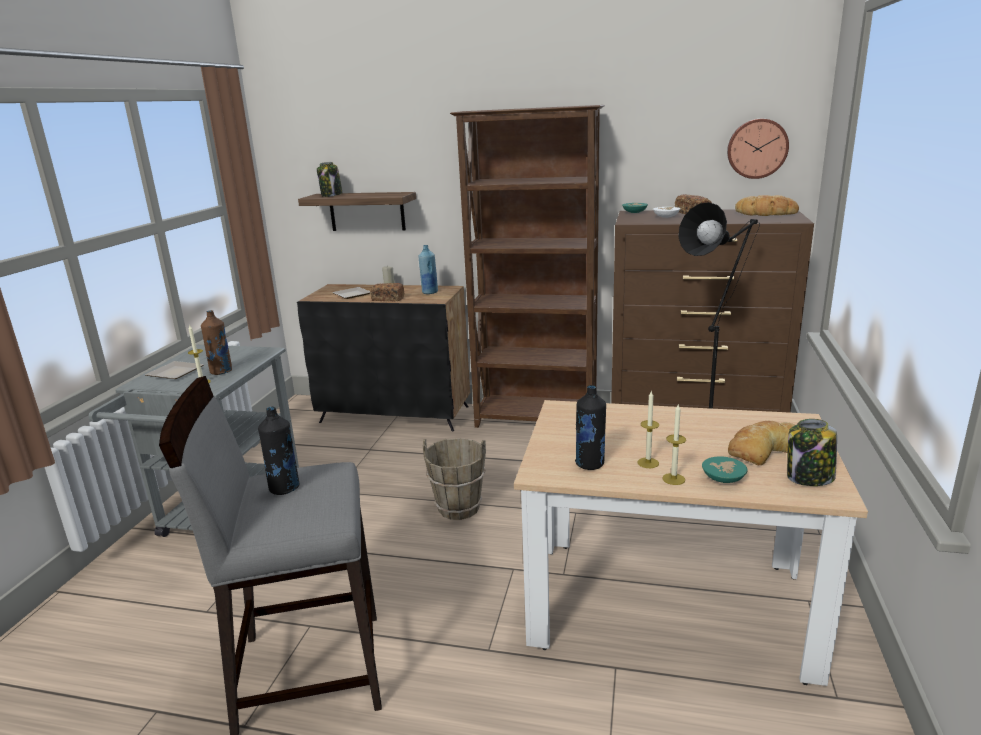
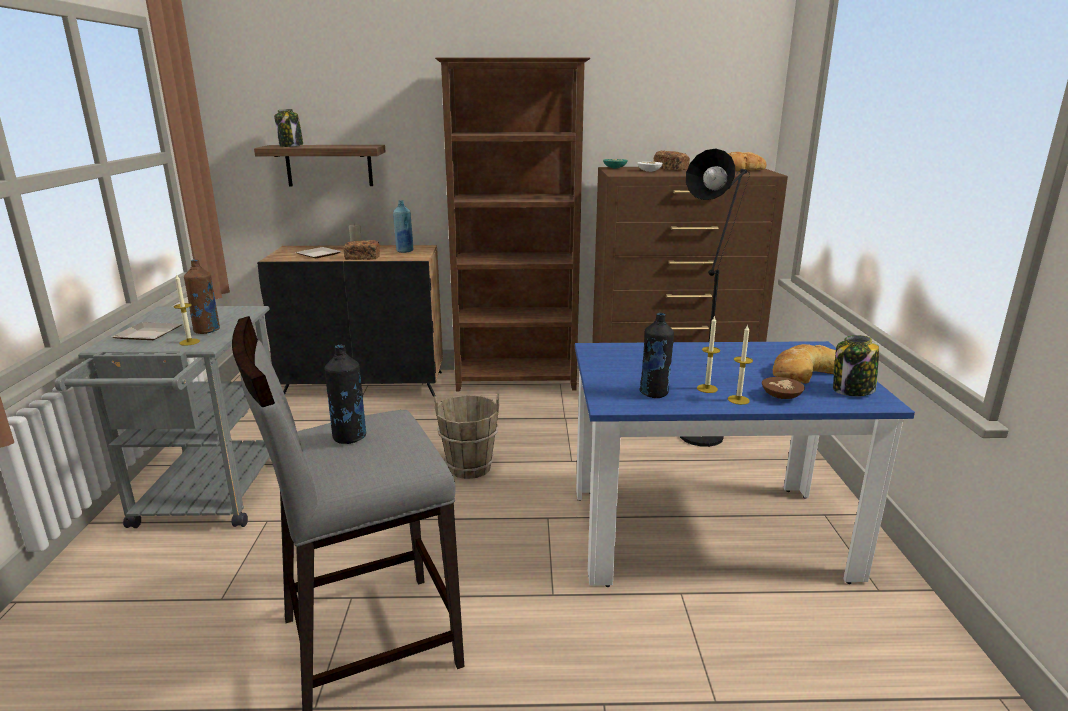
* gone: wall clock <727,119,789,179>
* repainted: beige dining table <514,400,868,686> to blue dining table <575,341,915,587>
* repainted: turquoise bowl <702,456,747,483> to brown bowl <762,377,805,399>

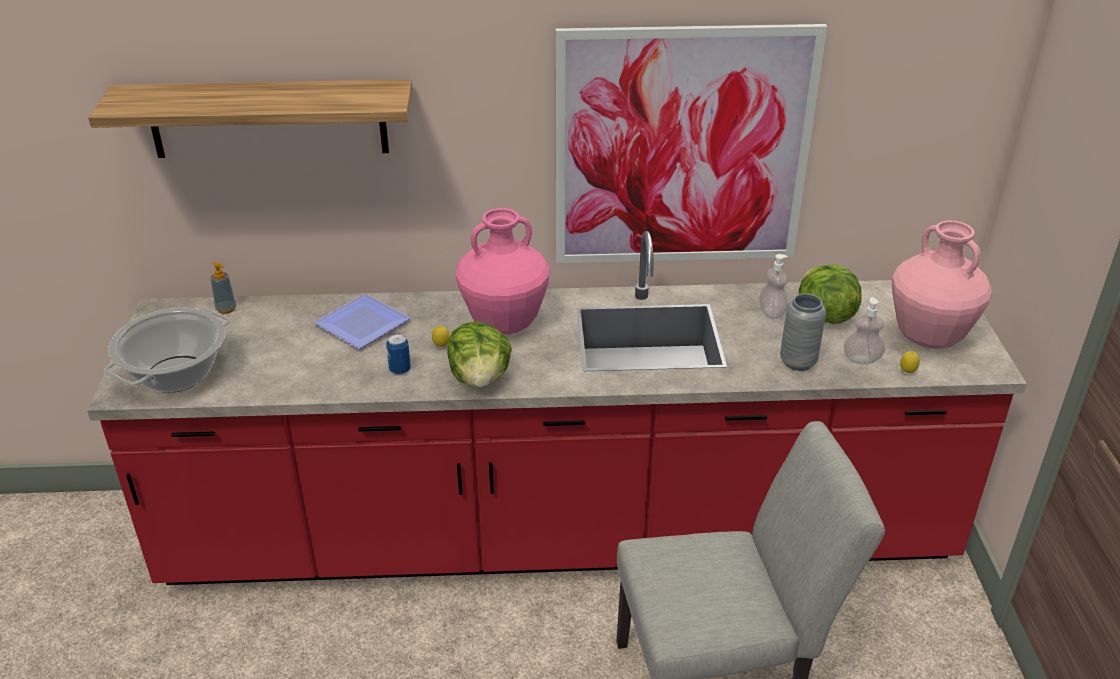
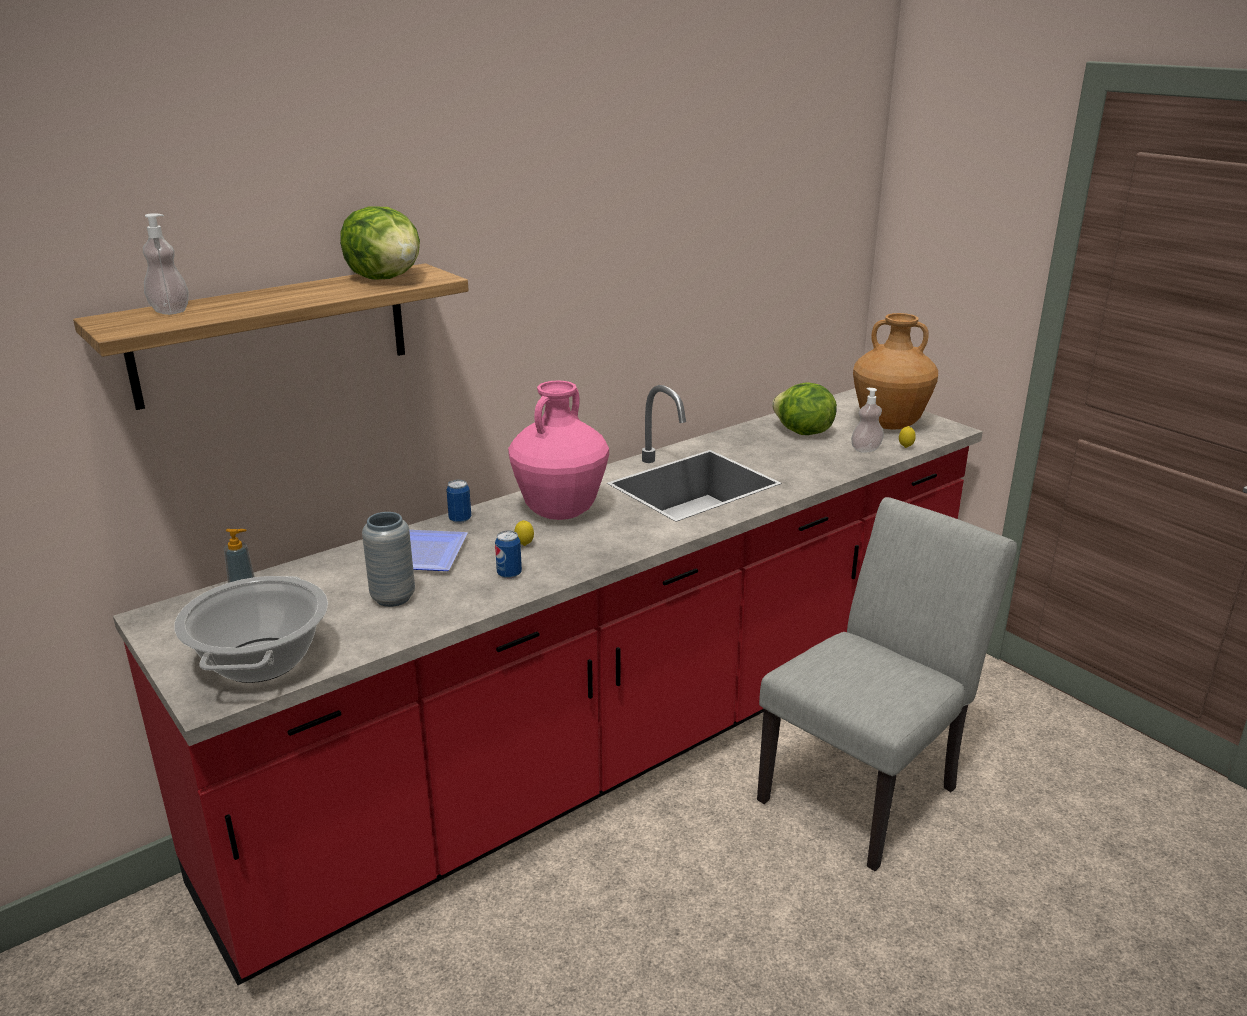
* gone: picture <555,24,828,263>
* repainted: pink vase <892,220,992,349> to brown vase <853,313,938,430>
* shifted: soap dispenser <759,254,788,319> to <143,213,189,315>
* shifted: grey vase <780,293,826,371> to <362,512,415,607>
* shifted: lettuce <447,321,512,387> to <340,207,420,280>
* new: can <446,480,471,523>

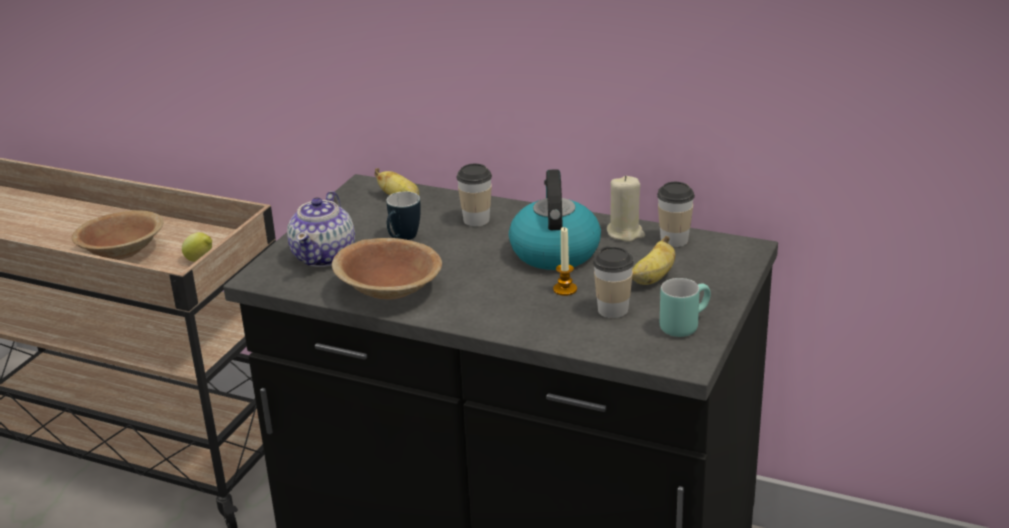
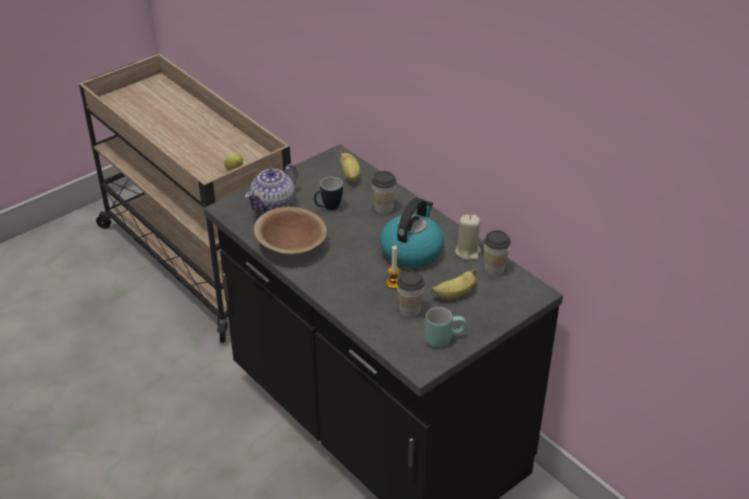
* gone: brown bowl <72,210,163,260>

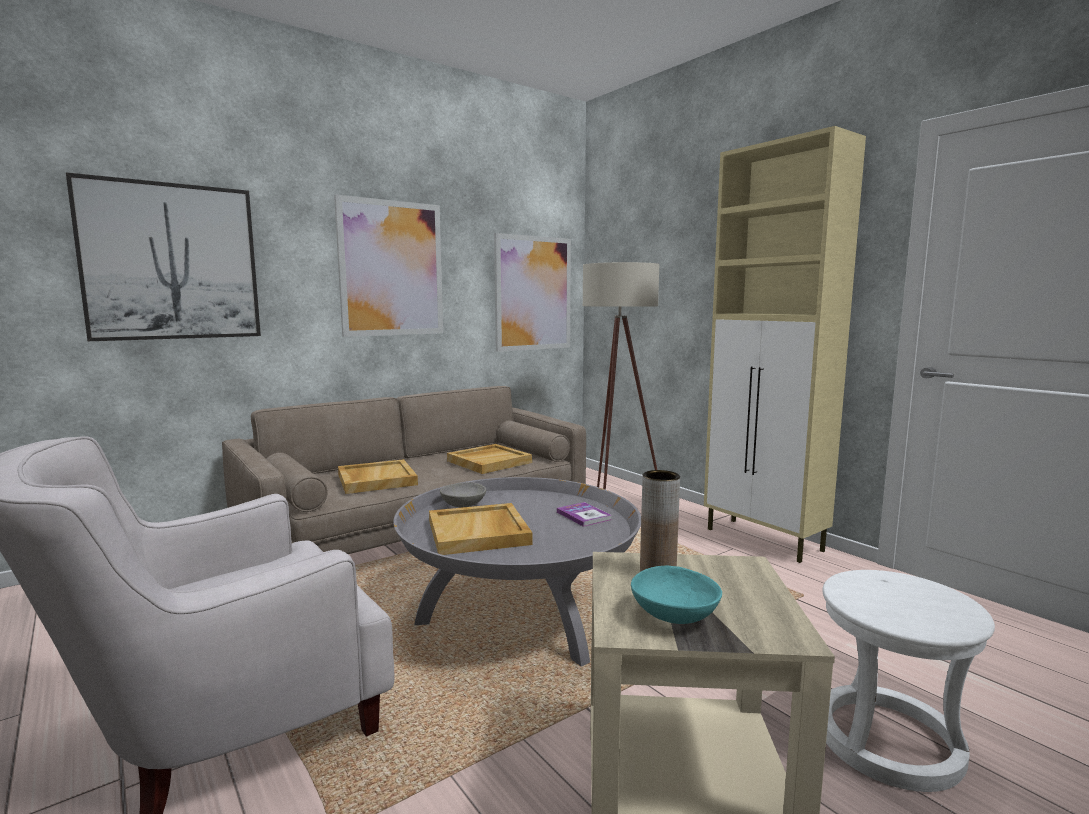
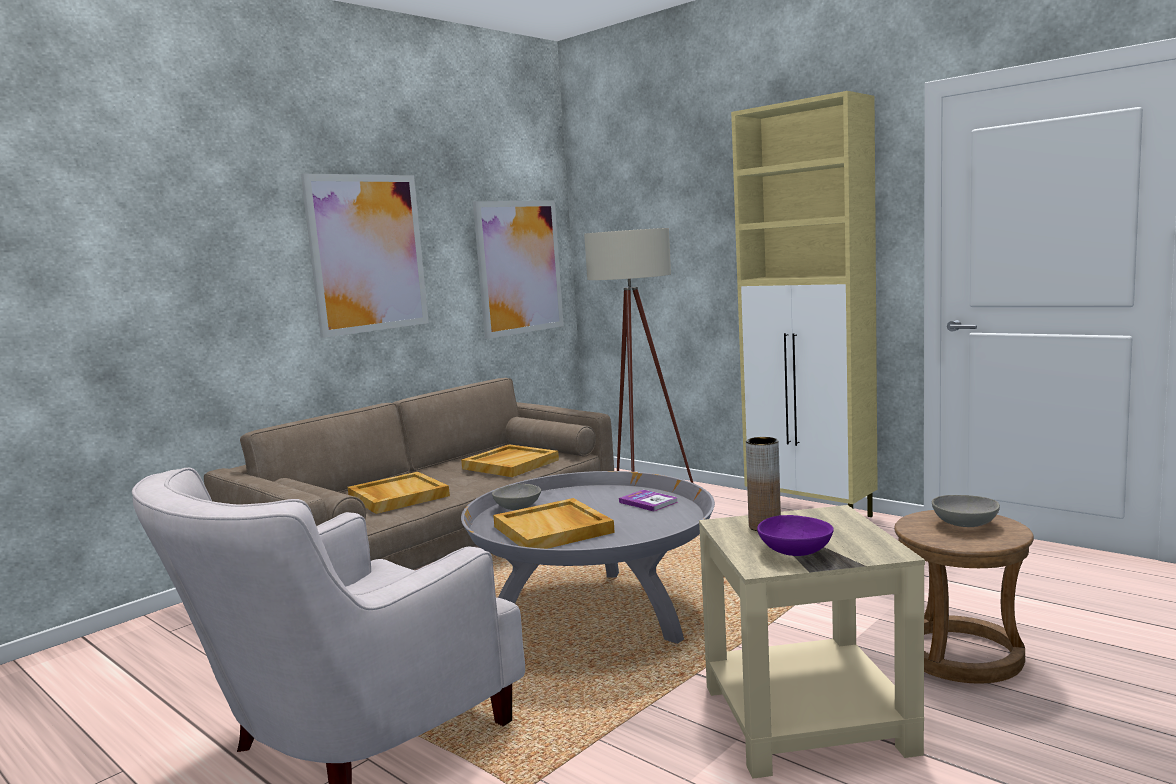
* gone: picture <66,172,261,341>
* repainted: turquoise bowl <631,565,722,624> to purple bowl <757,515,834,556>
* repainted: white stool <822,570,995,792> to brown stool <894,510,1034,683>
* new: grey bowl <932,495,1000,527>

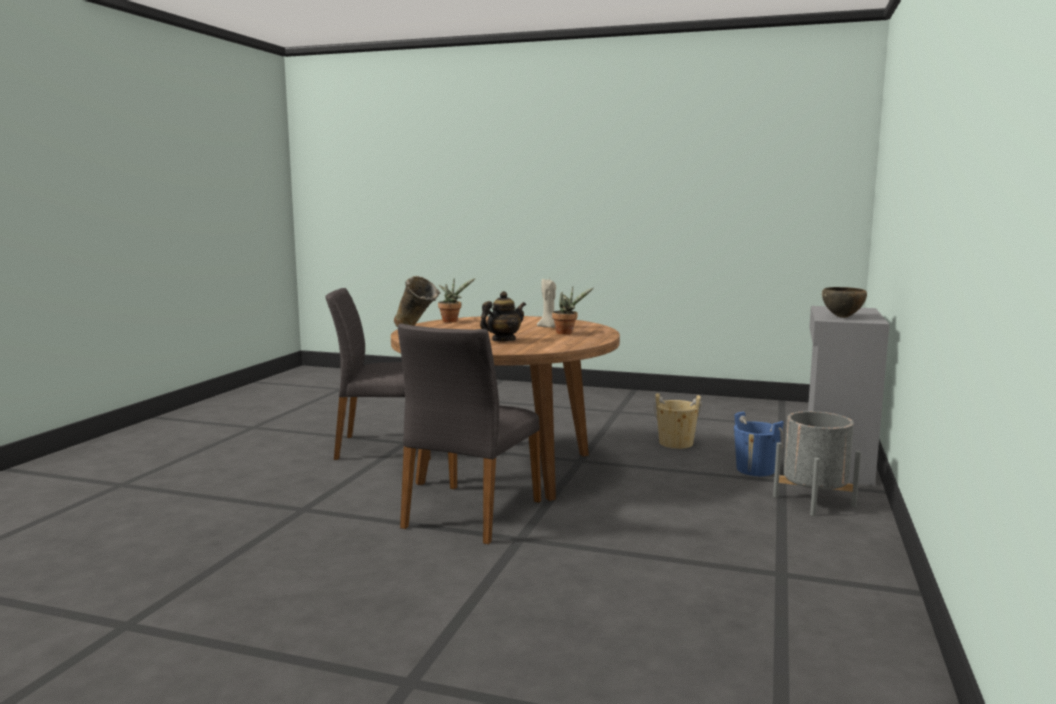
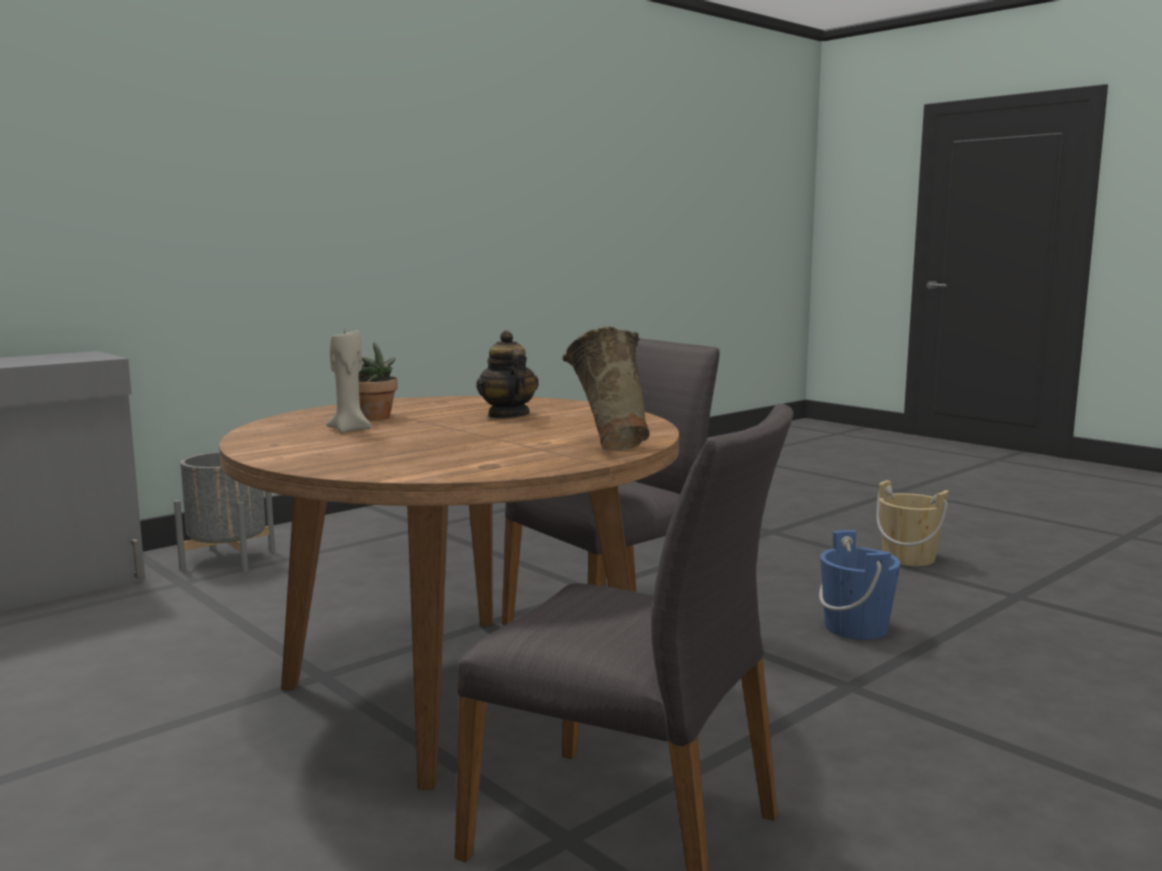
* gone: potted plant <438,278,476,323>
* gone: brown bowl <822,287,867,318>
* rotated: teapot <480,291,526,341> = <476,330,539,418> 75 degrees clockwise
* shifted: beige bucket <654,393,702,449> to <876,480,949,566>
* shifted: blue bucket <734,412,784,476> to <819,530,901,640>

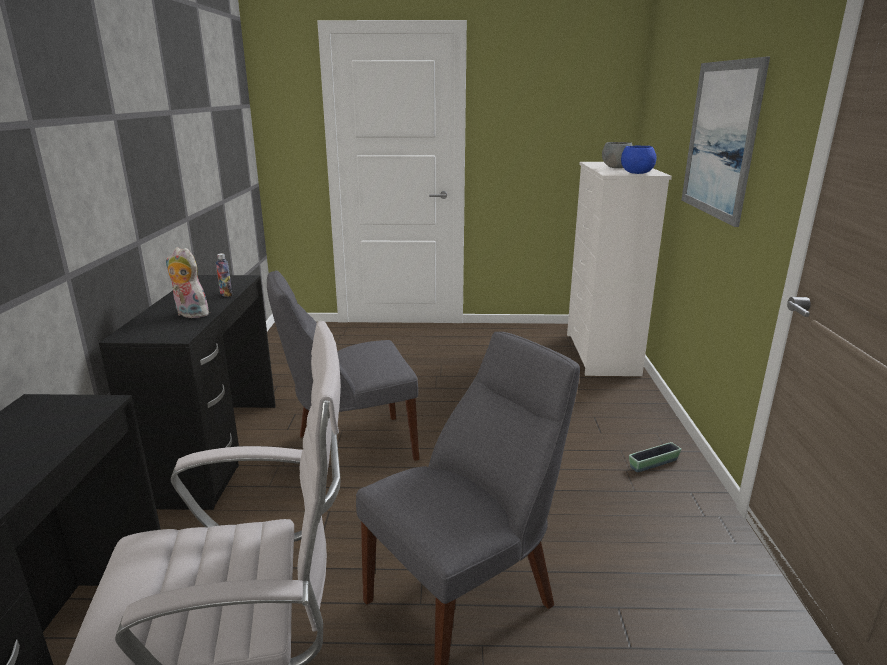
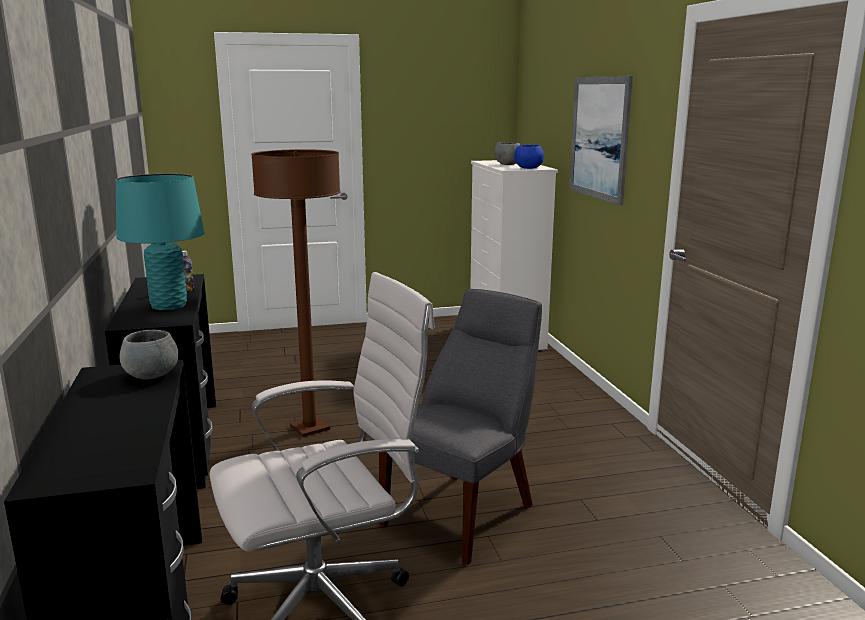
* swapped: plush toy <166,247,213,318> to turquoise table lamp <116,174,204,310>
* swapped: grey chair <267,270,419,461> to brown floor lamp <251,149,340,437>
* gone: planter <629,442,681,473>
* new: grey bowl <119,330,178,380>

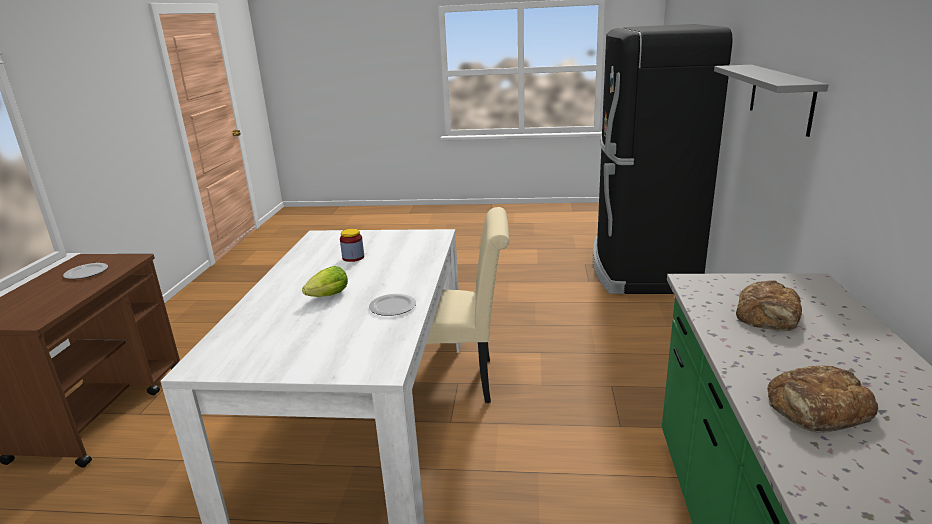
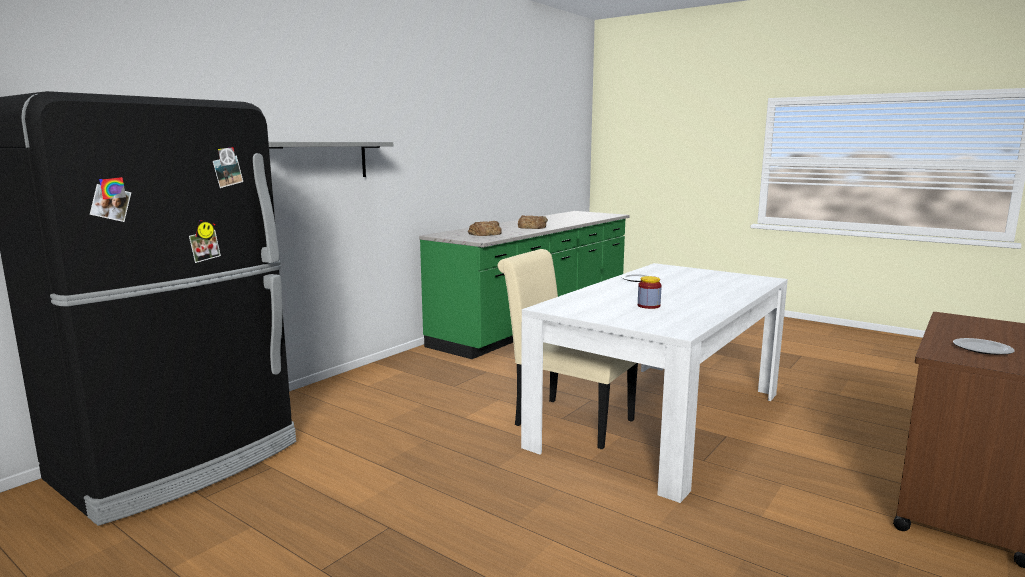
* gone: lettuce <302,266,348,297>

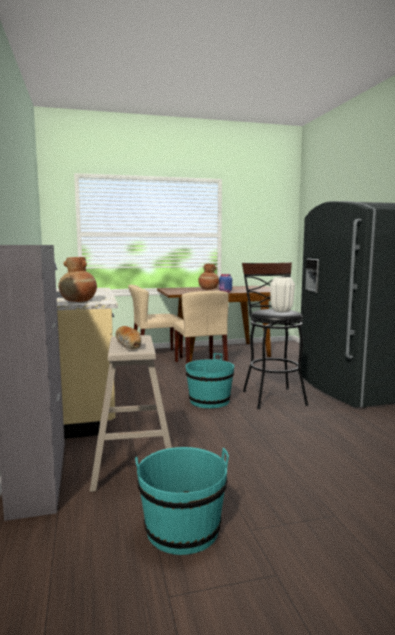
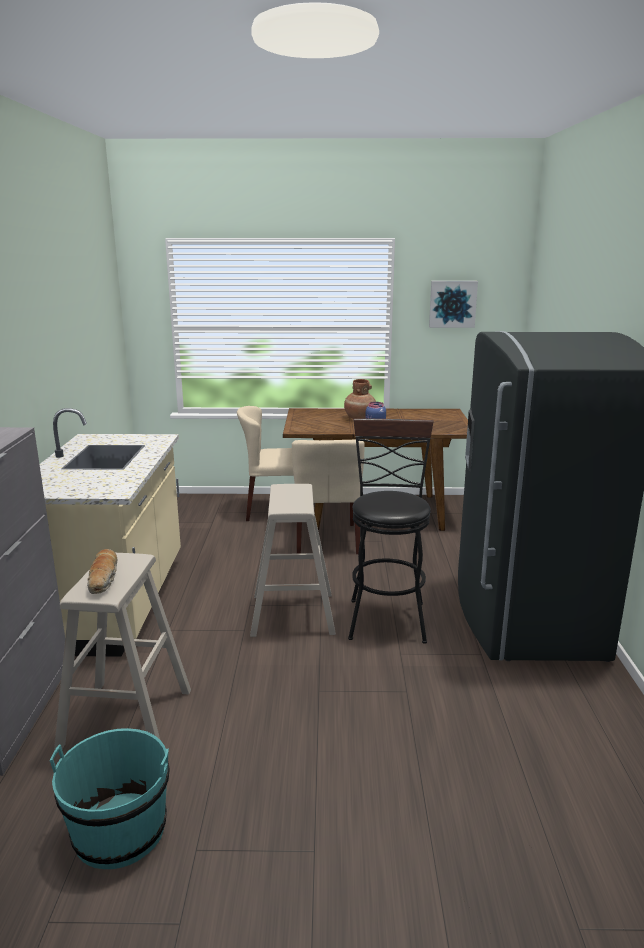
* gone: brown vase <59,257,97,302>
* gone: white vase <270,277,295,312>
* swapped: turquoise bucket <186,353,234,408> to beige stool <250,484,336,637>
* new: picture <429,281,478,328>

